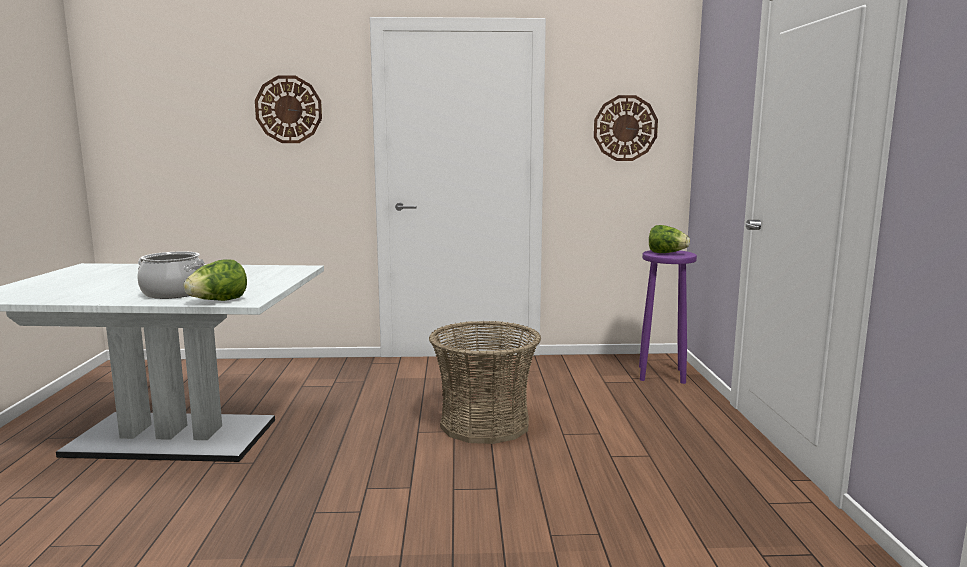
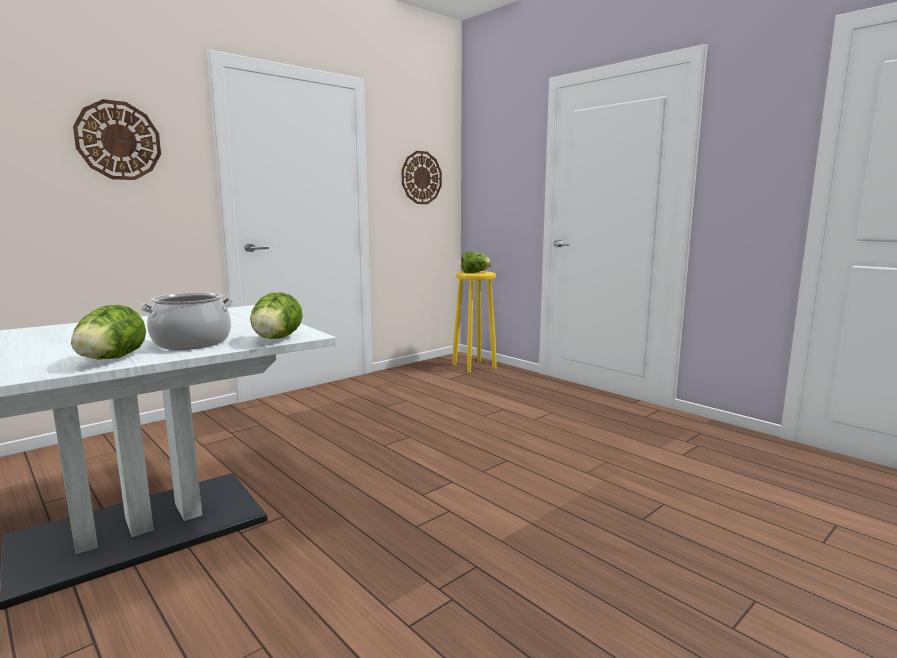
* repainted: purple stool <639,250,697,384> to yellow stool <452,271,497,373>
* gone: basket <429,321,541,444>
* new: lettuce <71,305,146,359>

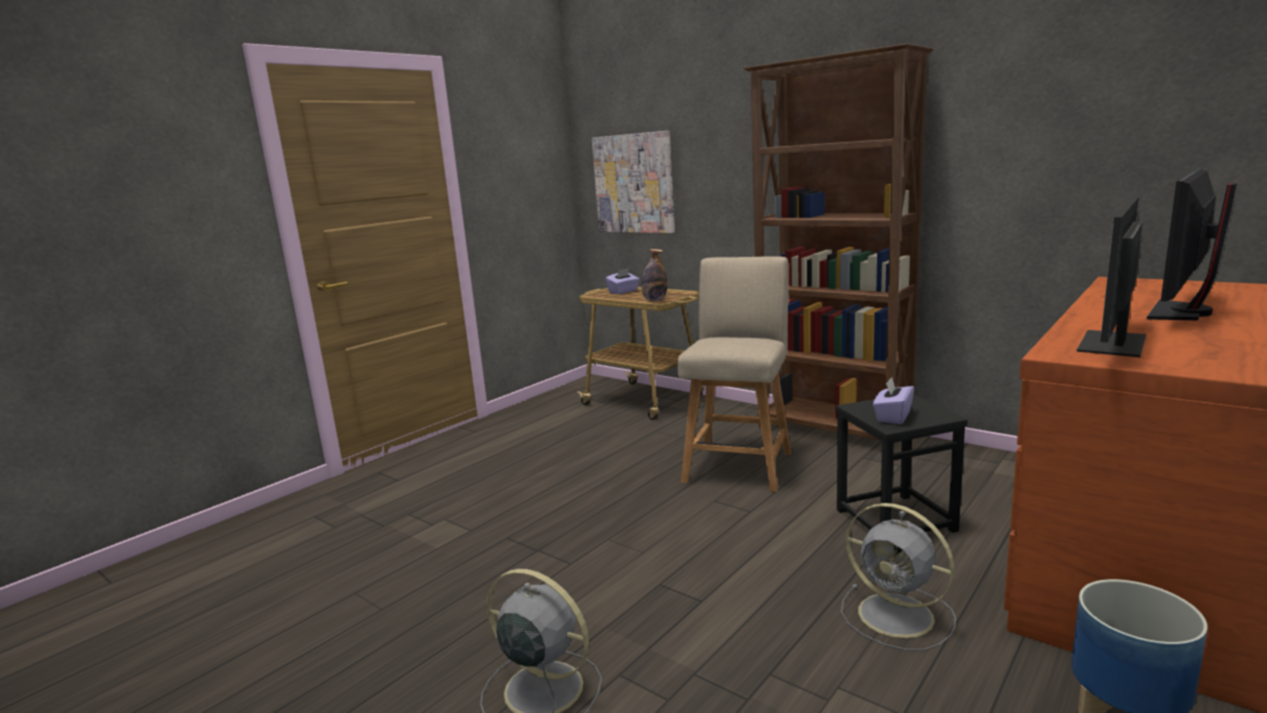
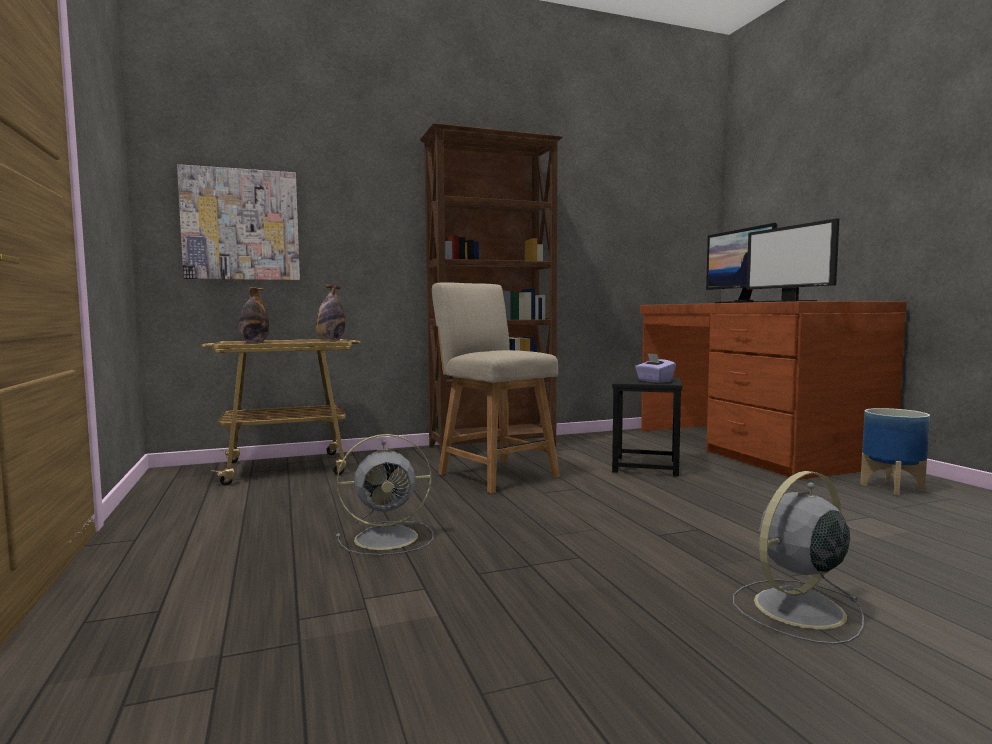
* swapped: purple tissue box <605,268,640,294> to bottle <239,287,269,343>
* shifted: grey fan <841,503,956,651> to <336,434,433,555>

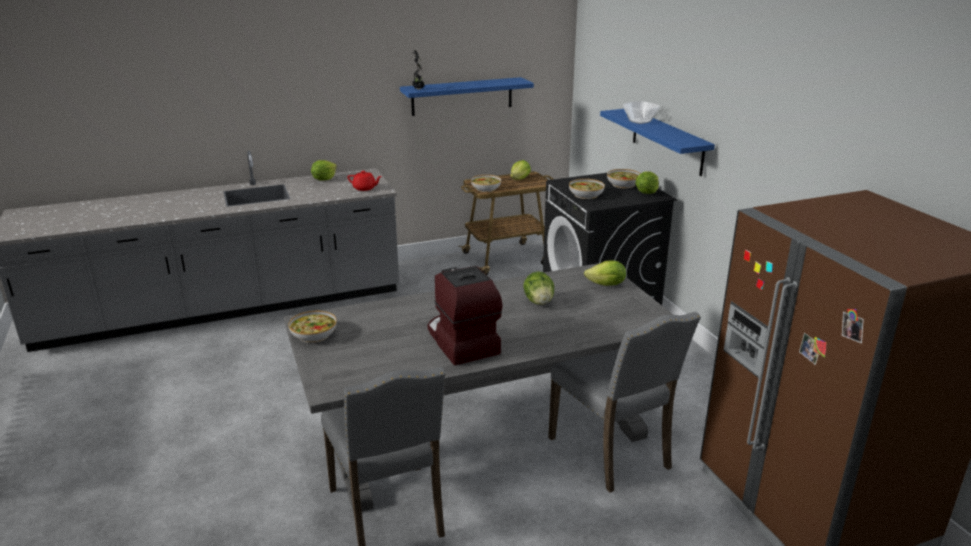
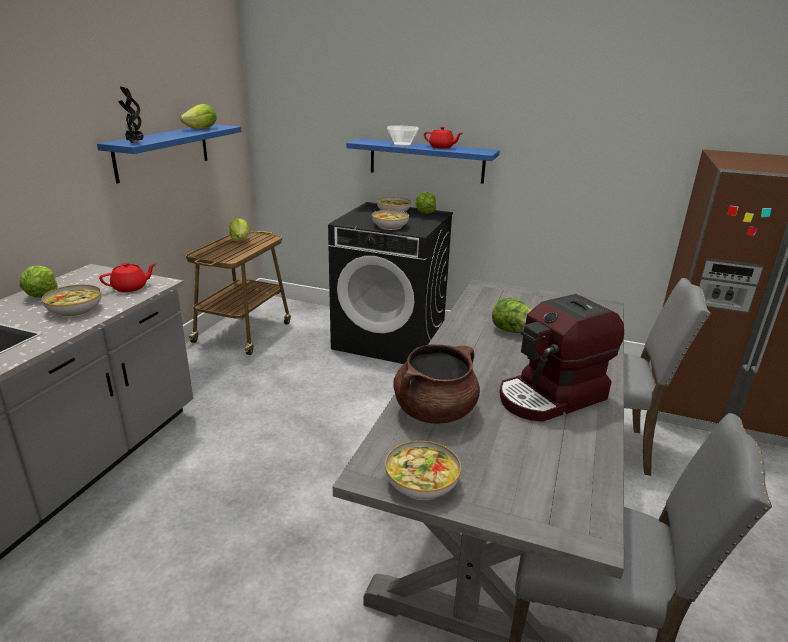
* shifted: bowl <471,175,501,192> to <41,284,102,317>
* shifted: lettuce <584,260,626,286> to <180,104,216,129>
* rotated: coffee machine <428,266,502,366> = <499,294,624,422> 45 degrees counterclockwise
* new: red teapot <424,127,463,149>
* new: brown cooking pot <393,344,480,424>

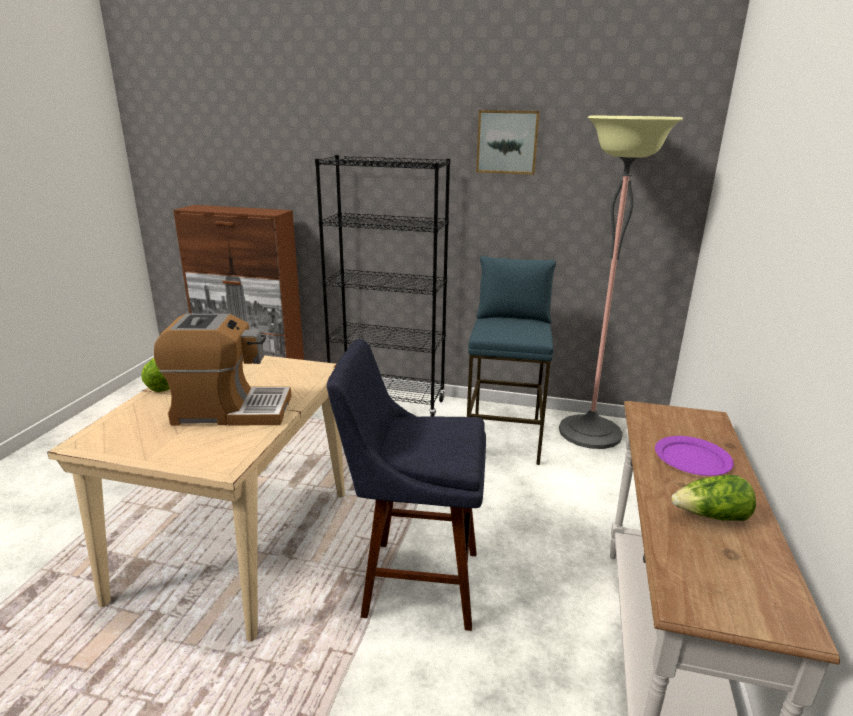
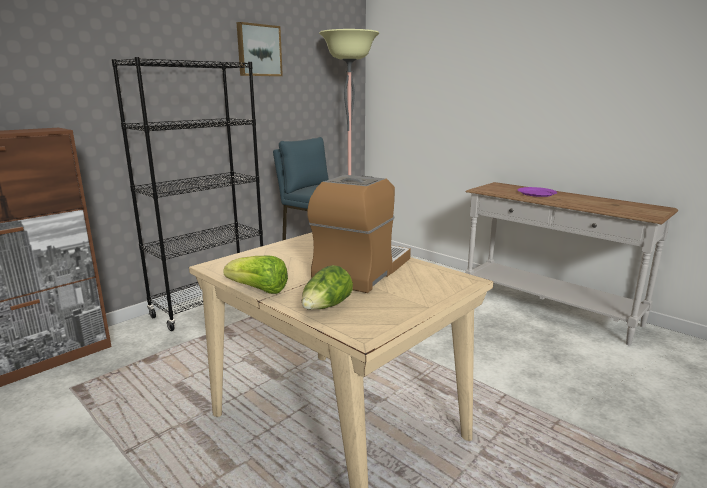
* gone: blue stool <327,339,486,631>
* shifted: lettuce <671,475,756,521> to <302,265,353,310>

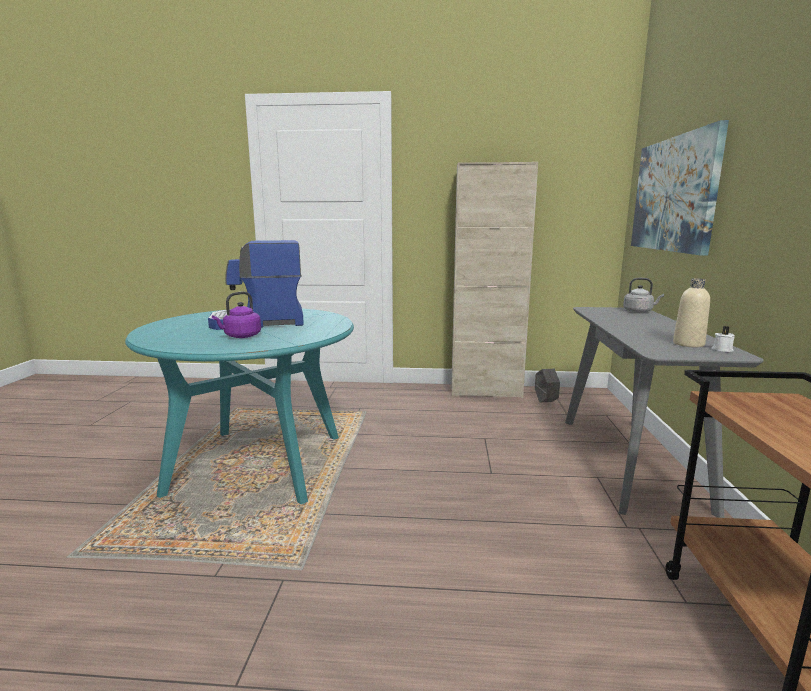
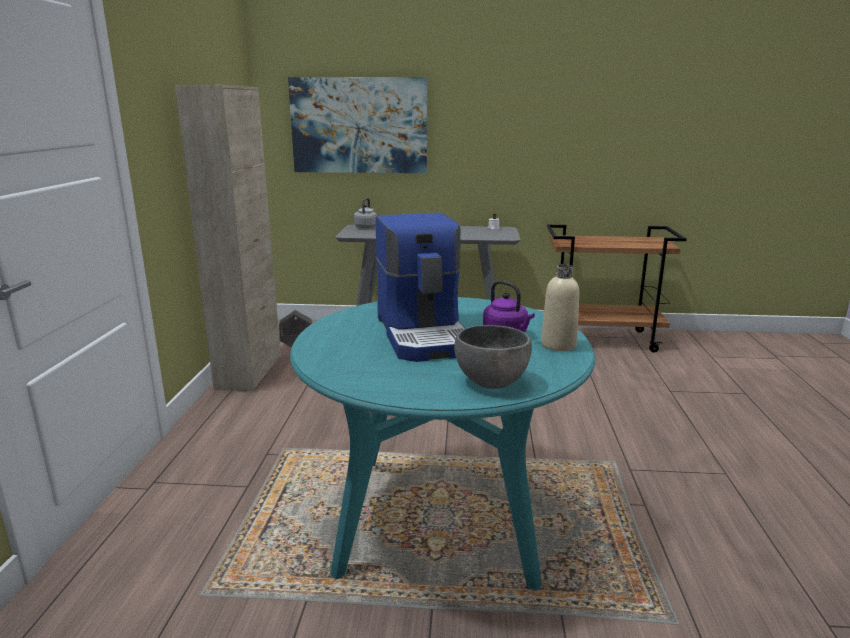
* shifted: beige bottle <673,278,710,347> to <541,264,579,351>
* new: grey bowl <454,325,532,389>

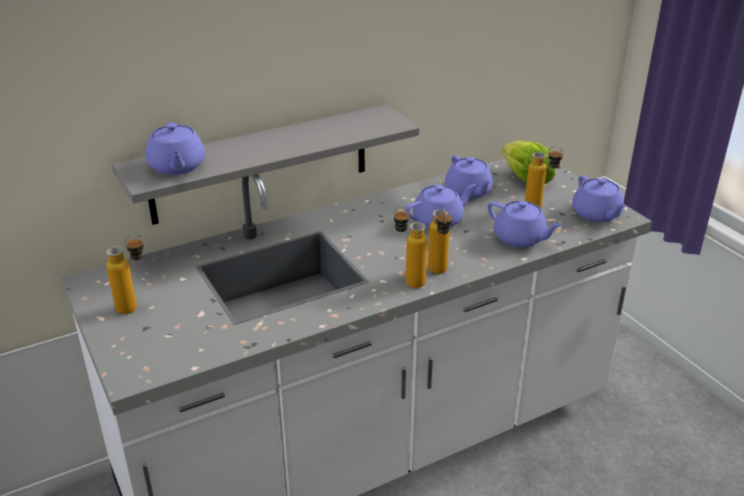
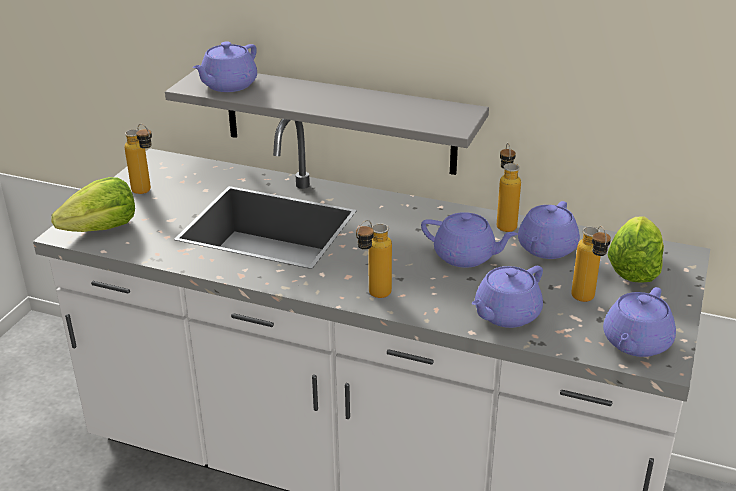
* rotated: purple teapot <488,201,563,247> = <472,266,543,328> 45 degrees clockwise
* shifted: bottle <394,207,427,288> to <497,143,521,232>
* new: lettuce <51,177,135,232>

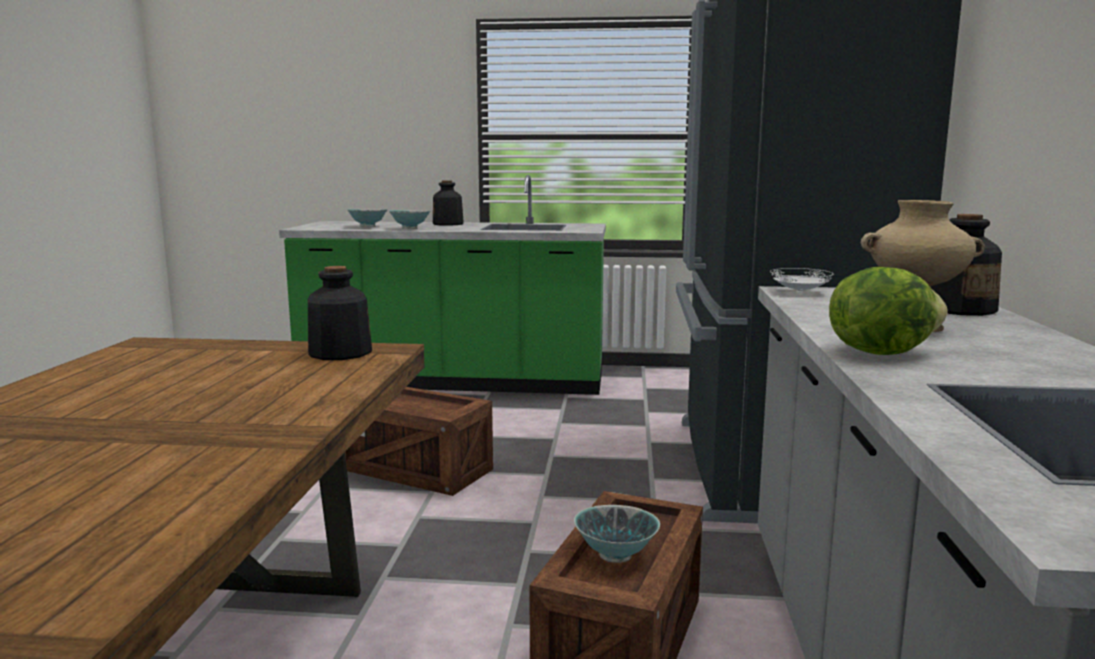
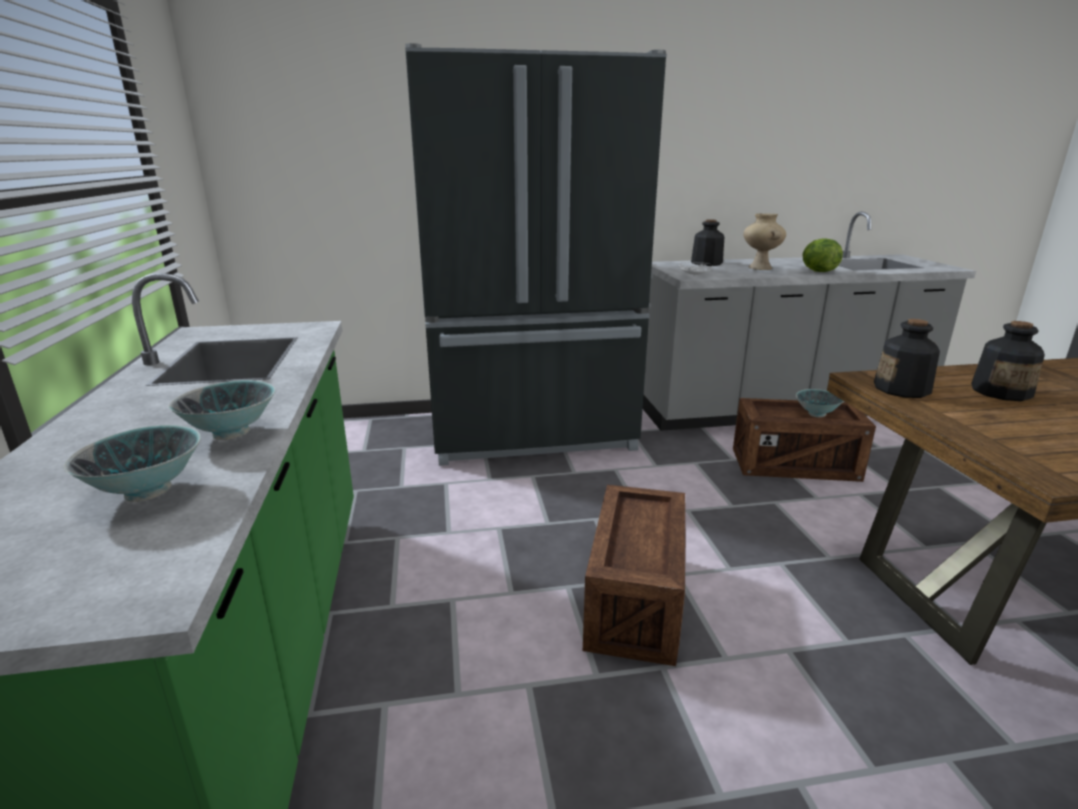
* shifted: bottle <433,180,464,226> to <971,321,1045,401>

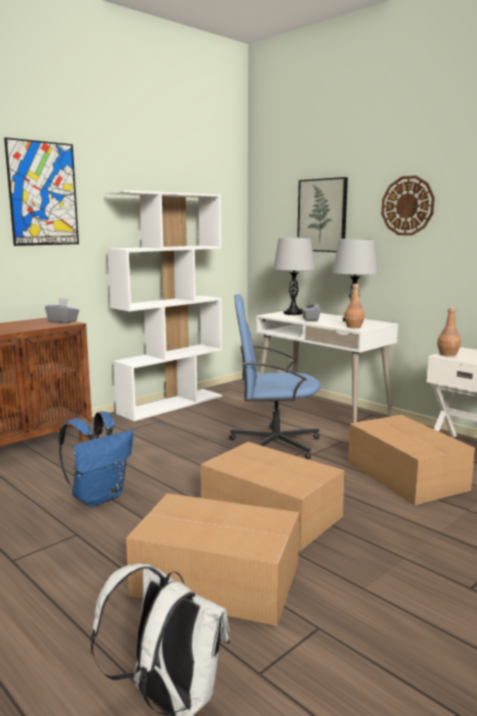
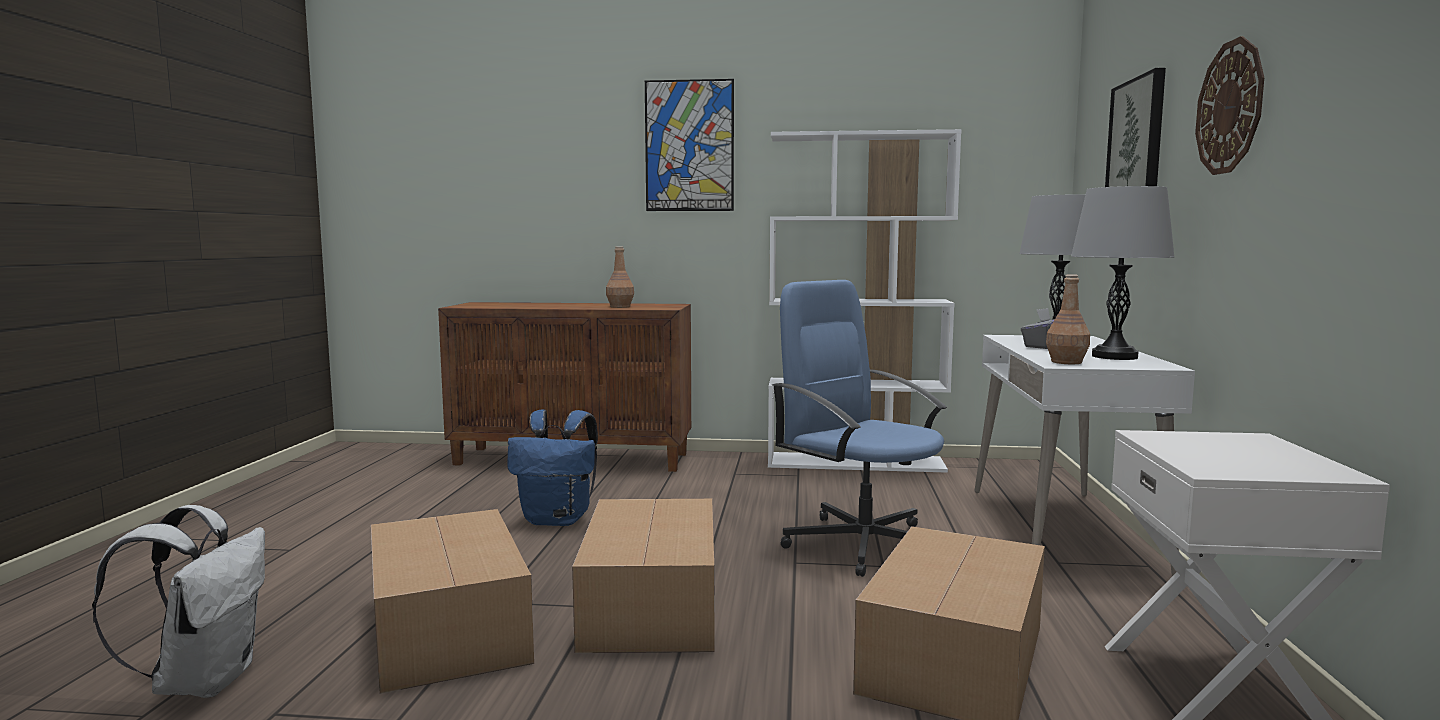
* gone: grey tissue box <45,298,79,323>
* shifted: brown bottle <437,307,461,357> to <606,246,634,308>

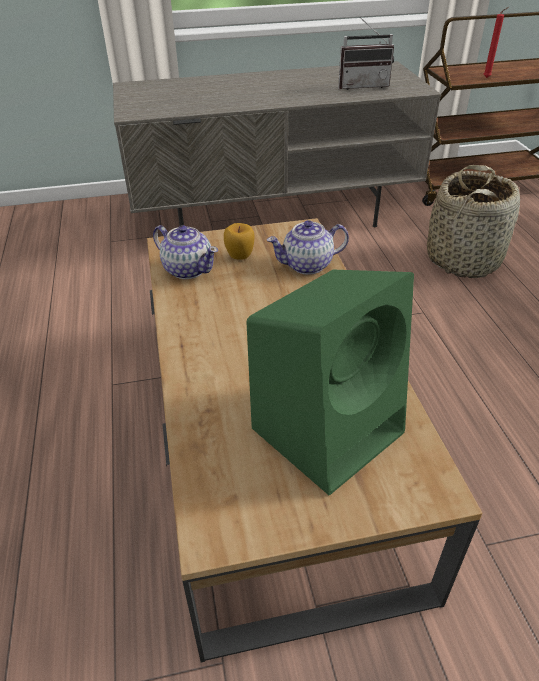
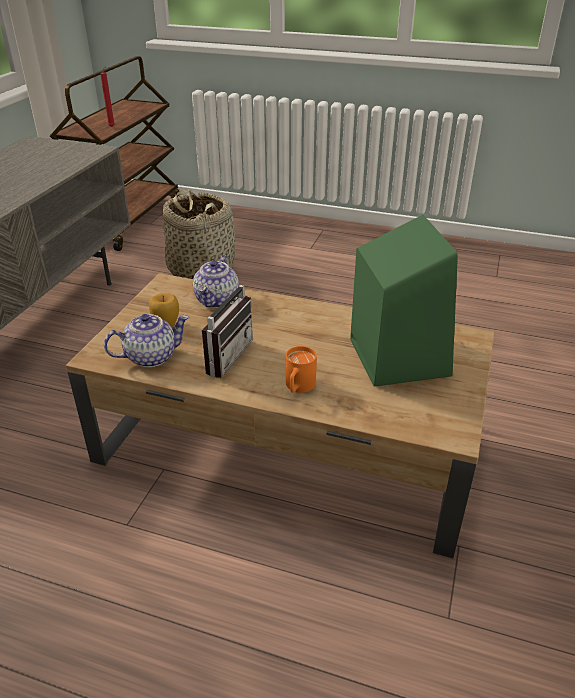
* shifted: radio <338,16,394,90> to <195,283,253,378>
* new: orange mug <286,346,317,393>

